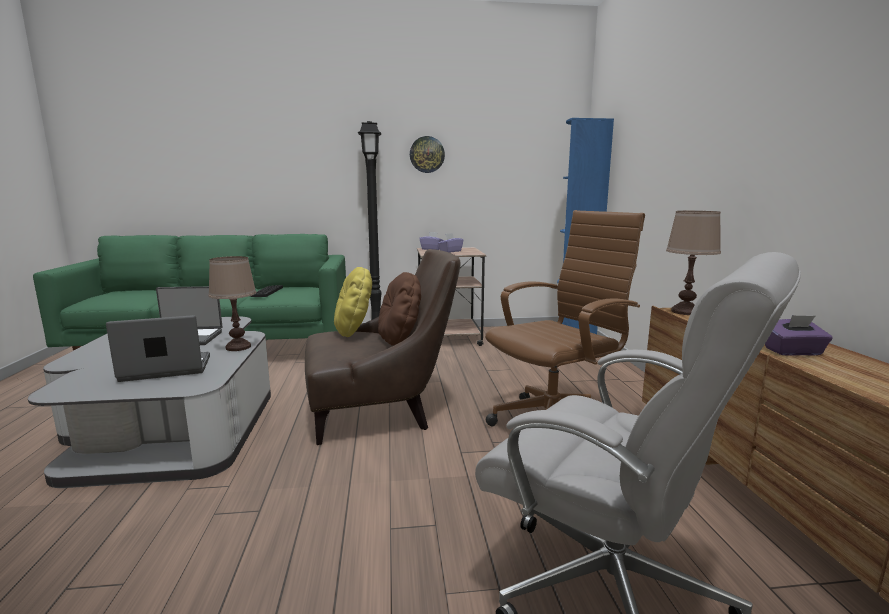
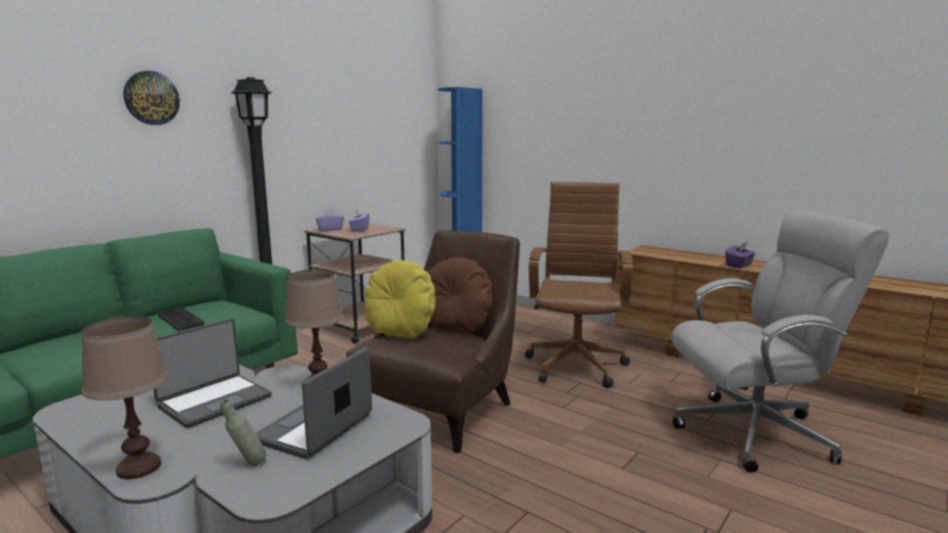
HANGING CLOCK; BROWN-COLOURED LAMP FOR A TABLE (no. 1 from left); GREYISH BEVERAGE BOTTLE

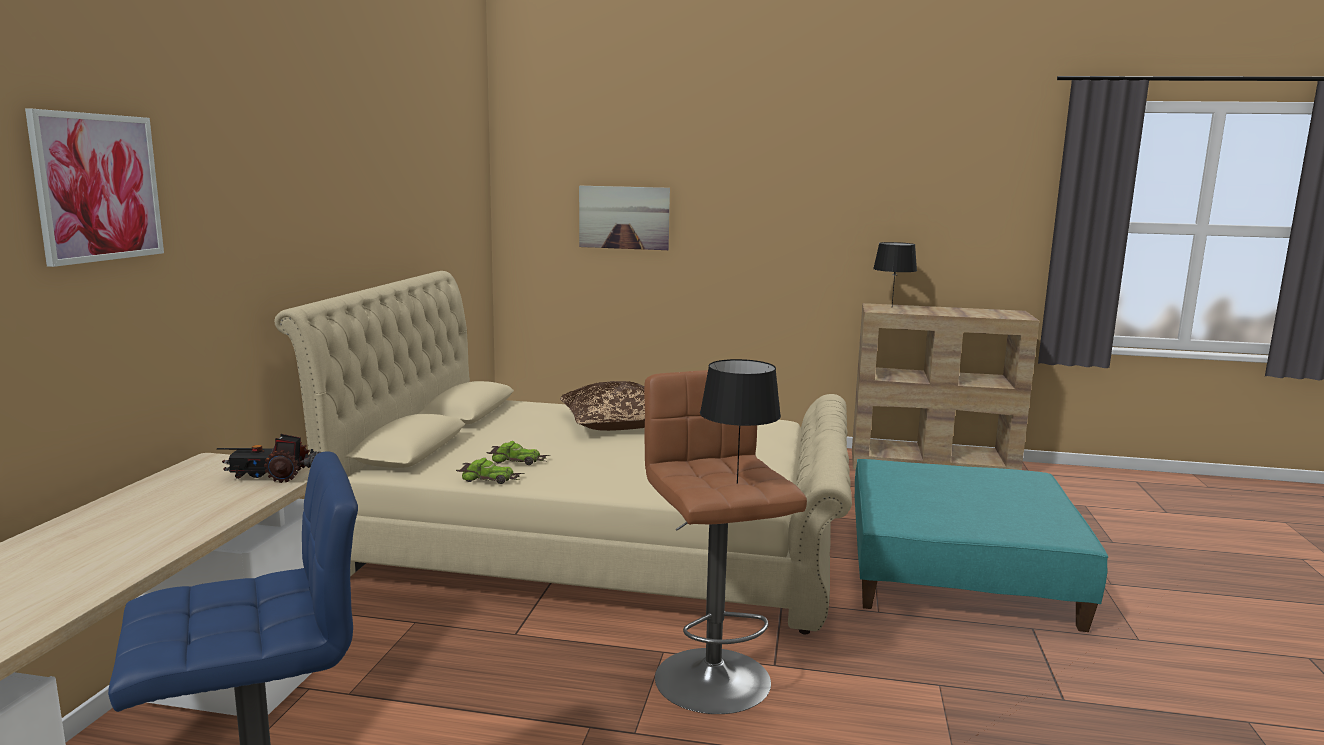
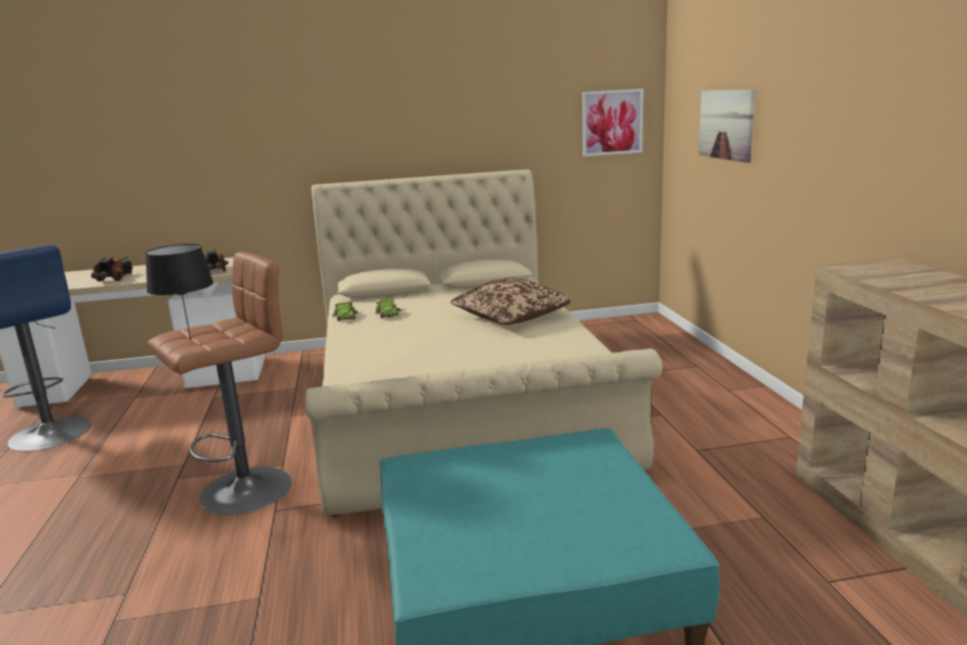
WALL ART (no. 1 from left); BLACK LAMP FOR A TABLE (no. 2 from left in the first image); TOY TRUCK (no. 1 from left)

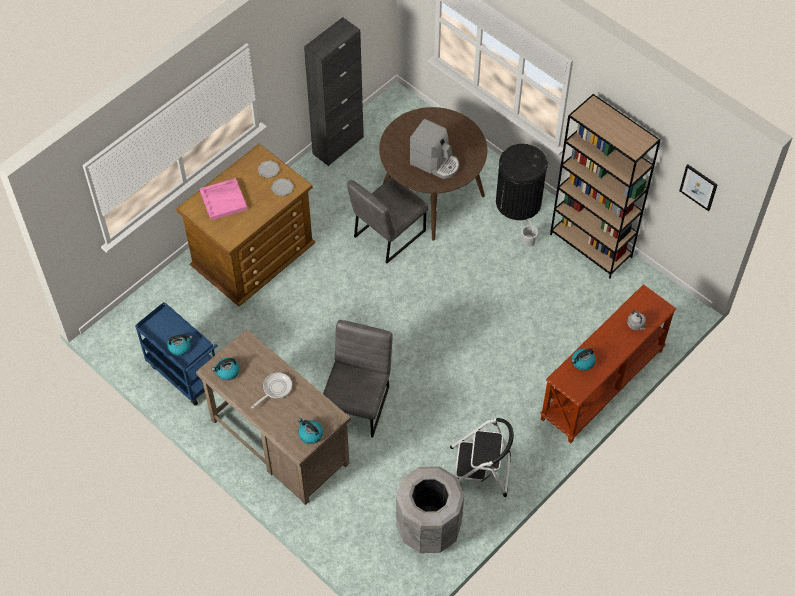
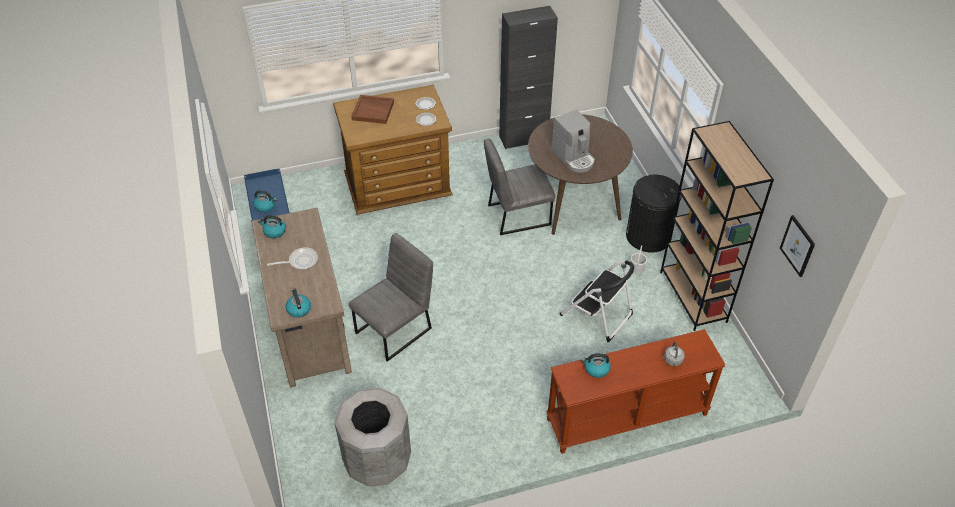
BROWN-COLOURED TRAY; STEP STOOL

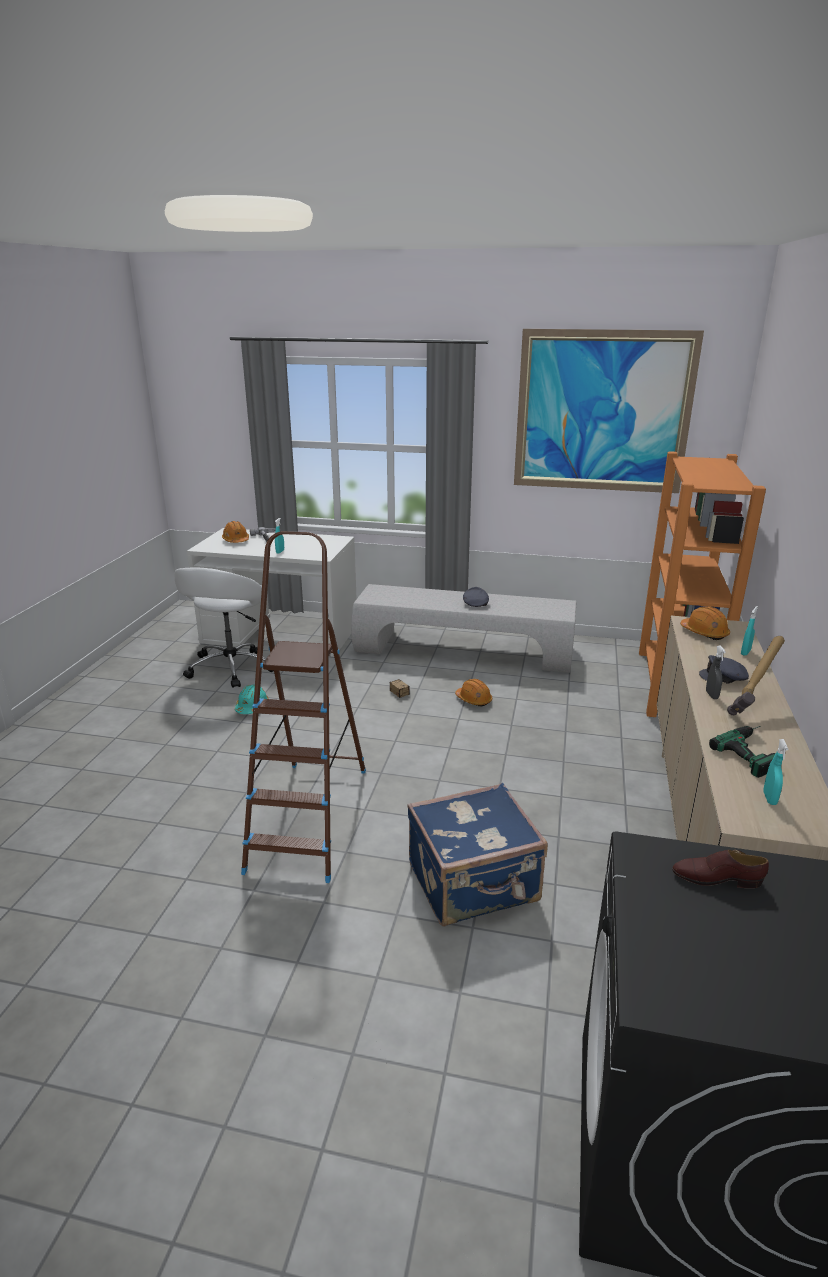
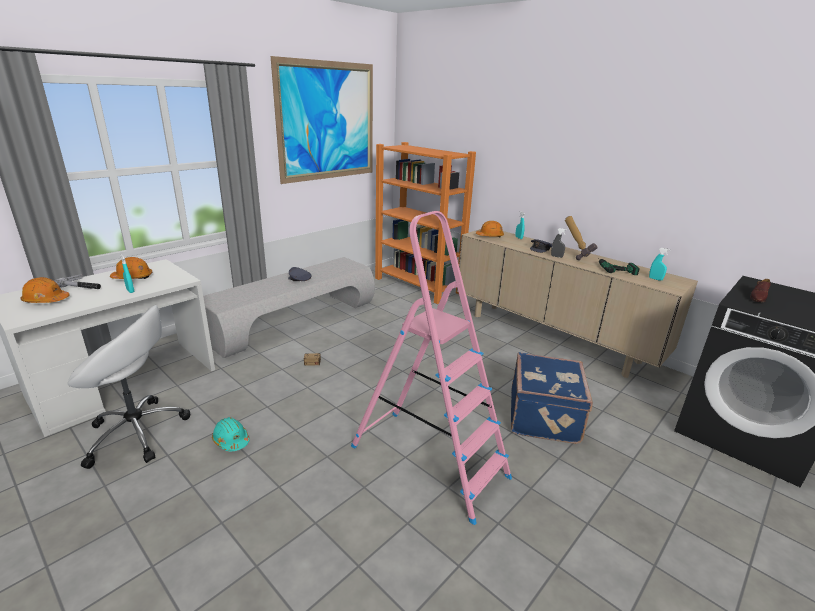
PINK-COLOURED STEP STOOL; WHITE-COLOURED OFFICE CHAIR; ORANGEY WORK HELMET (no. 2 from left)

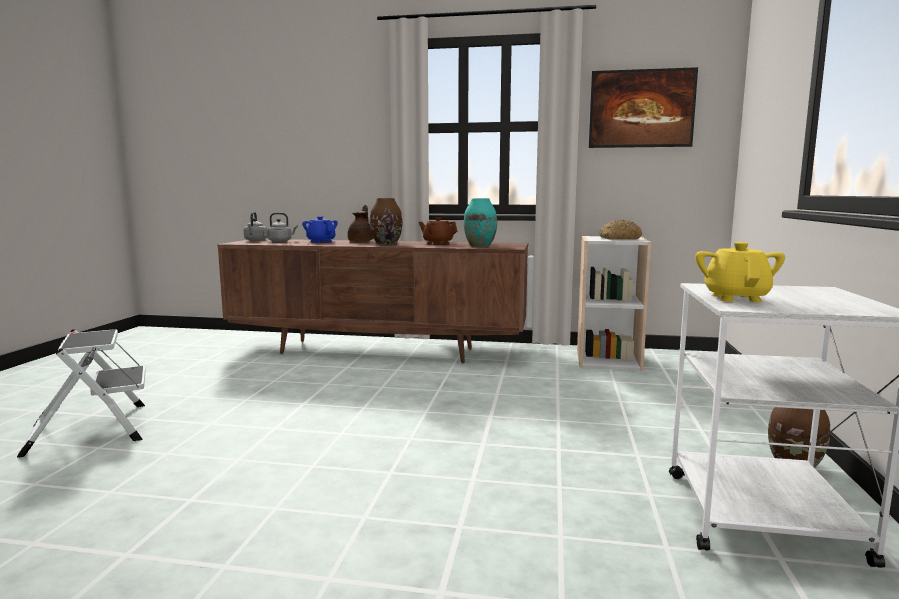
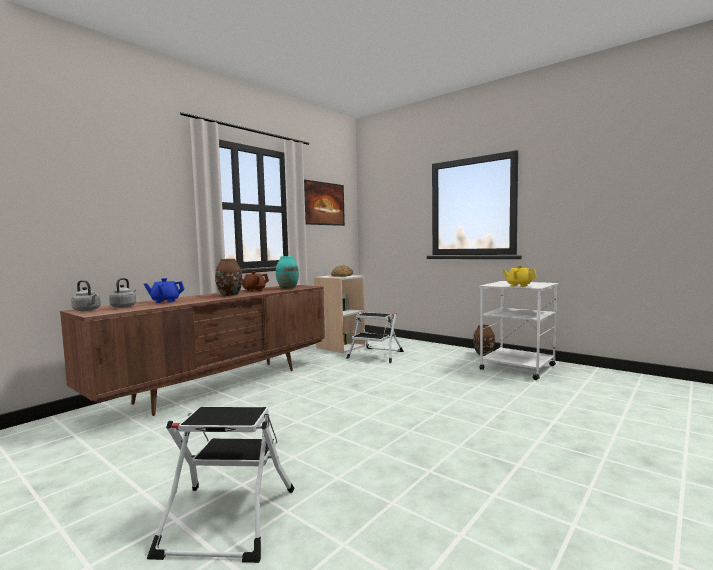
BROWN-COLOURED TEAPOT (no. 1 from left in the first image); STEP STOOL (no. 2 from left)

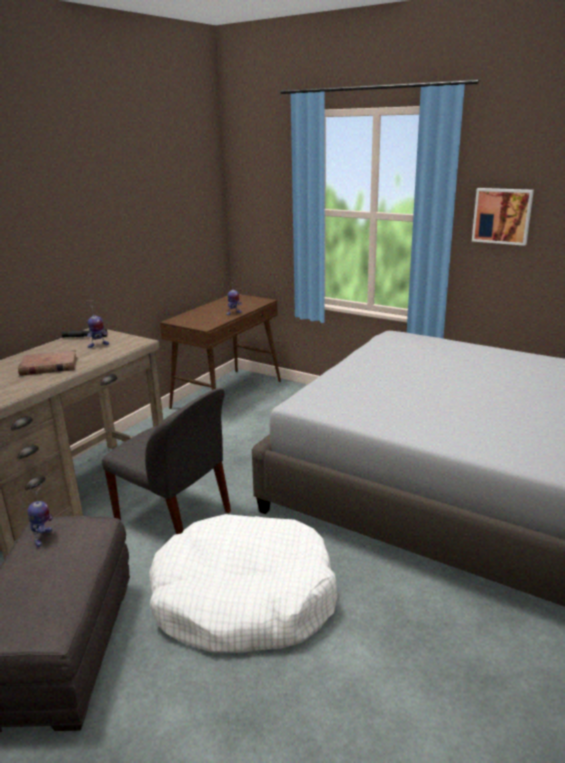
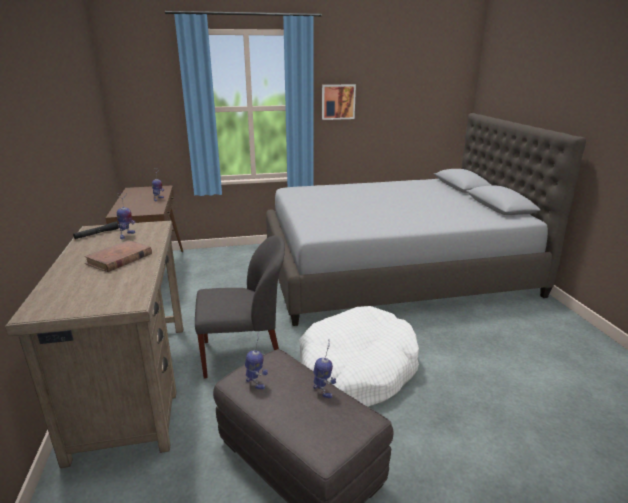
TOY ROBOT (no. 4 from left)

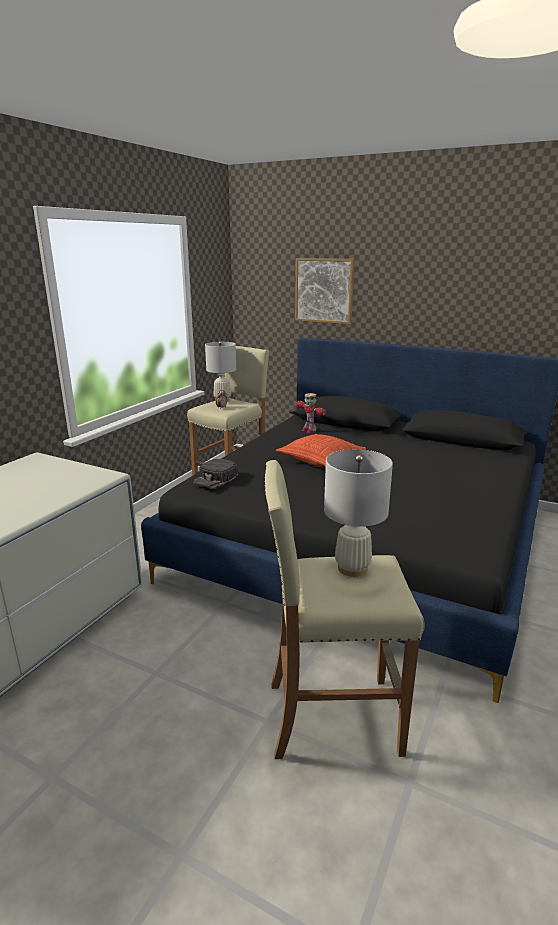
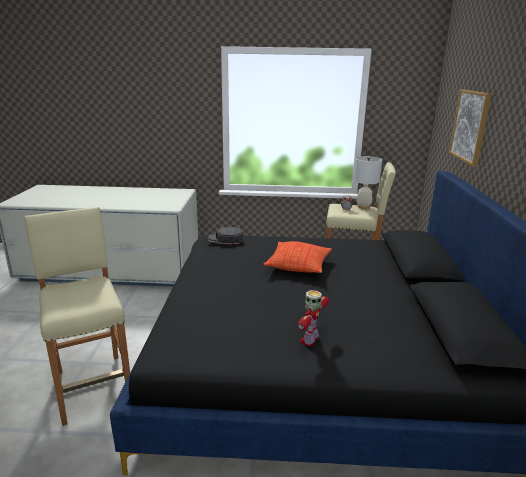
TOY ROBOT; WHITE-COLOURED LAMP FOR A TABLE (no. 2 from left in the first image)

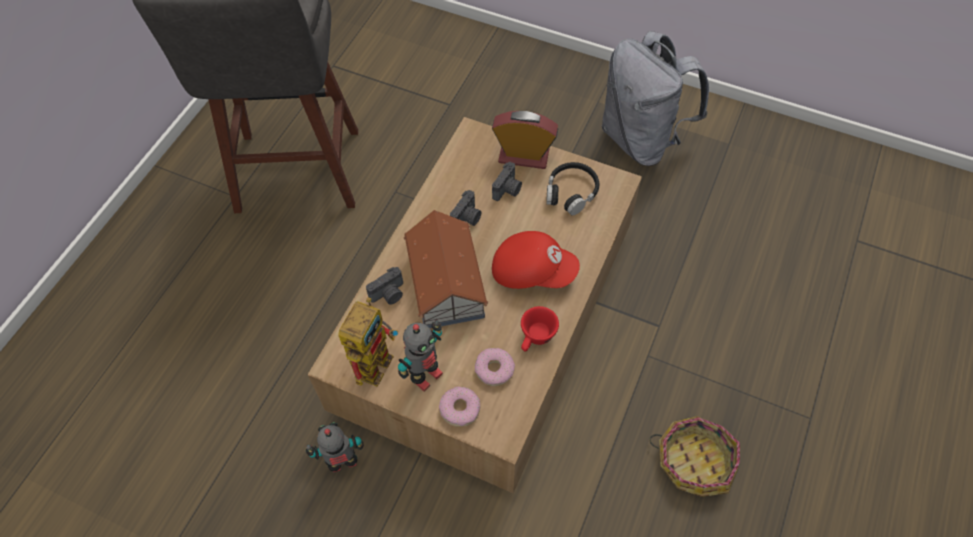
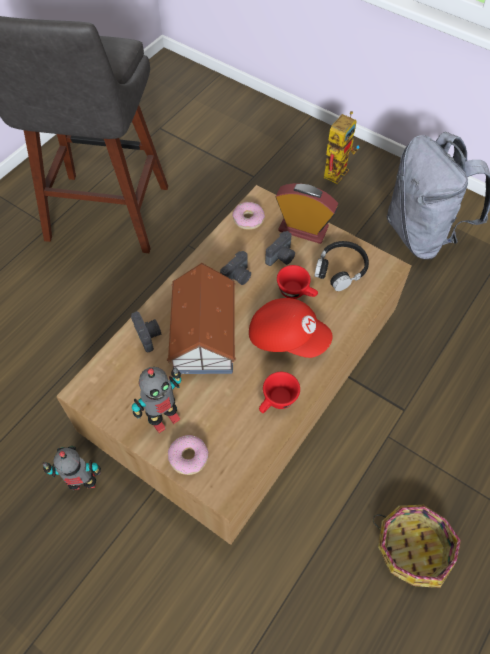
STILL CAMERA (no. 1 from left); TOY ROBOT (no. 3 from left); DOUGHNUT (no. 2 from left); RED DRINKING CUP (no. 2 from left)

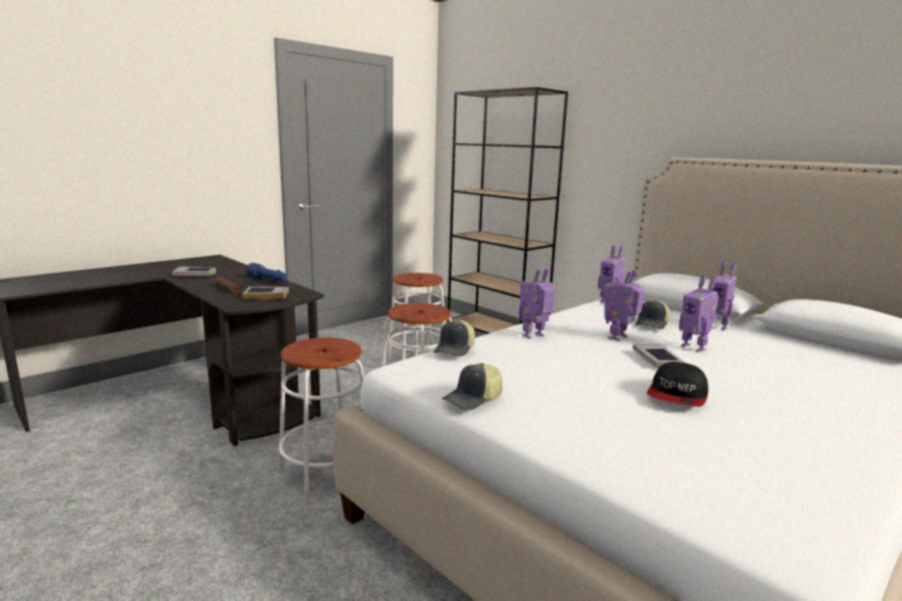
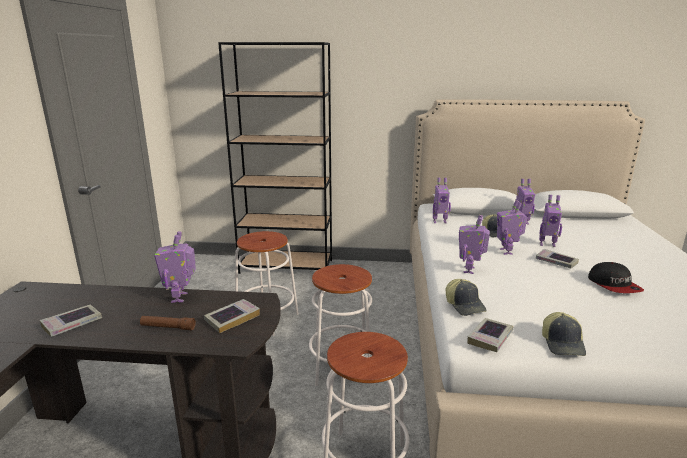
TOY ROBOT (no. 1 from left); VOLUME (no. 3 from left)

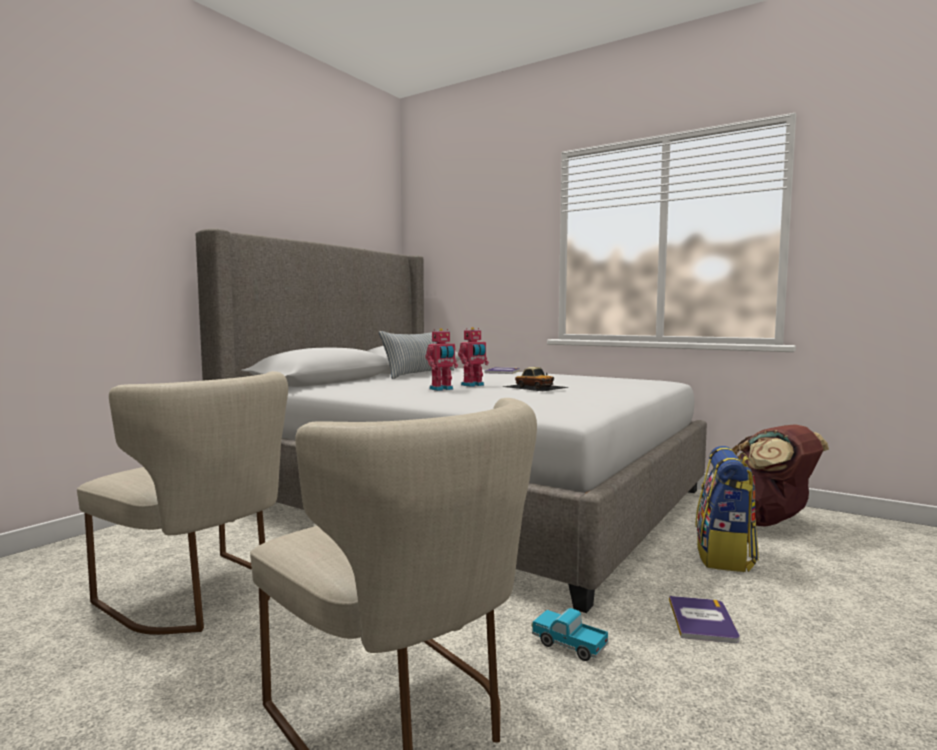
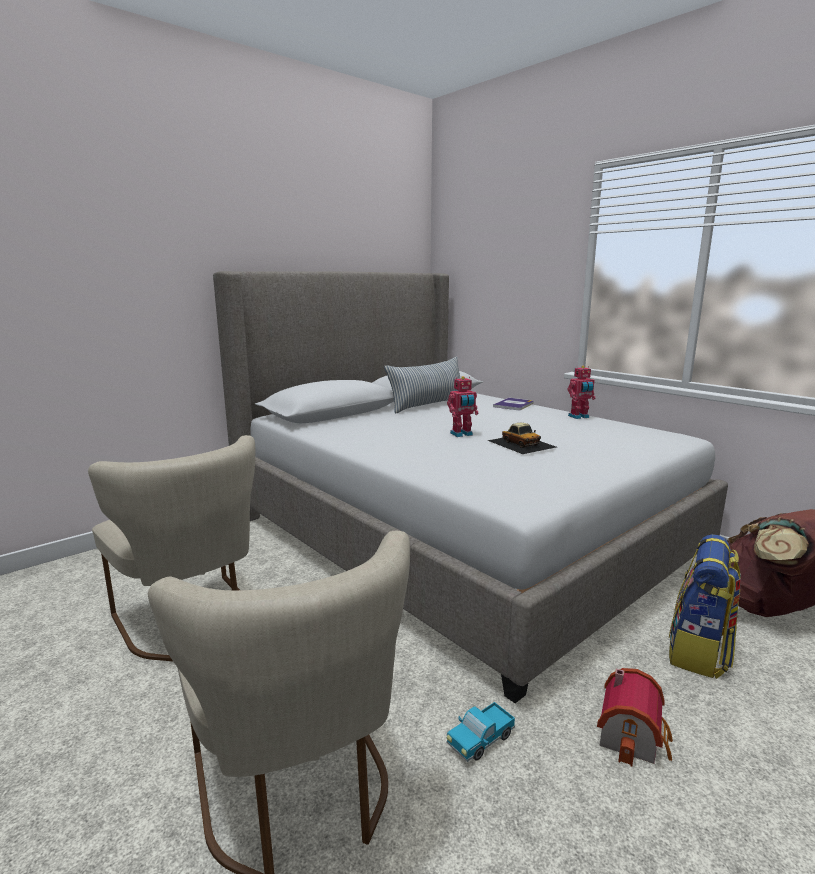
TOY ROBOT (no. 2 from left); MODEL HOUSE; TOY TRUCK

